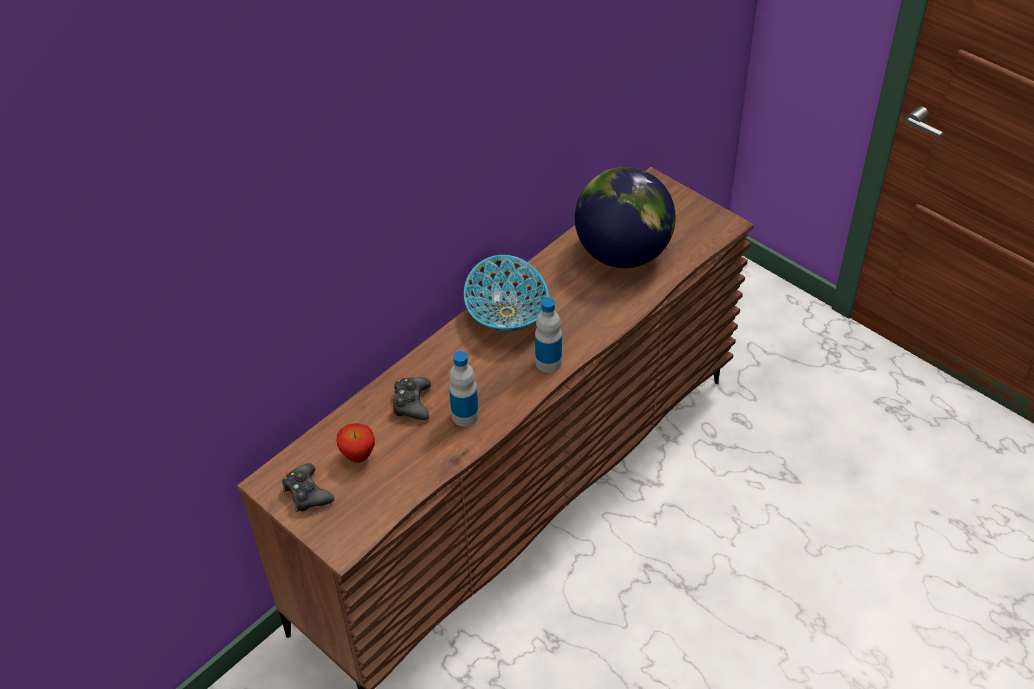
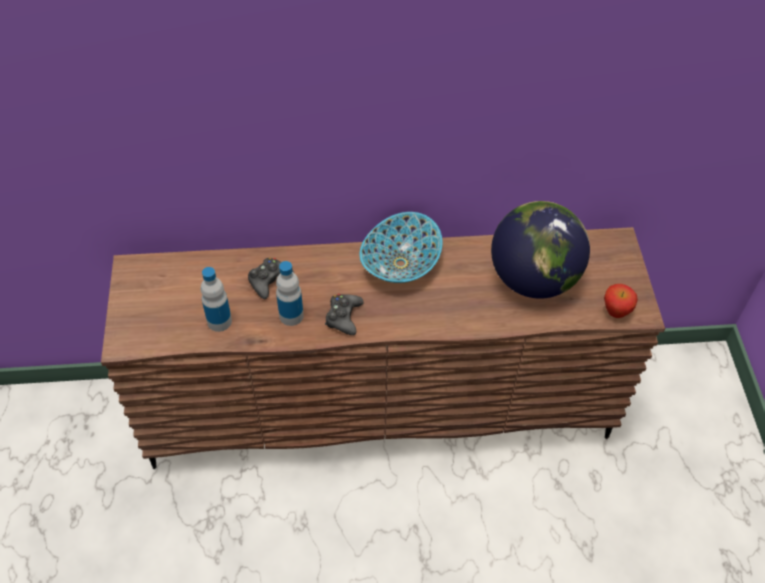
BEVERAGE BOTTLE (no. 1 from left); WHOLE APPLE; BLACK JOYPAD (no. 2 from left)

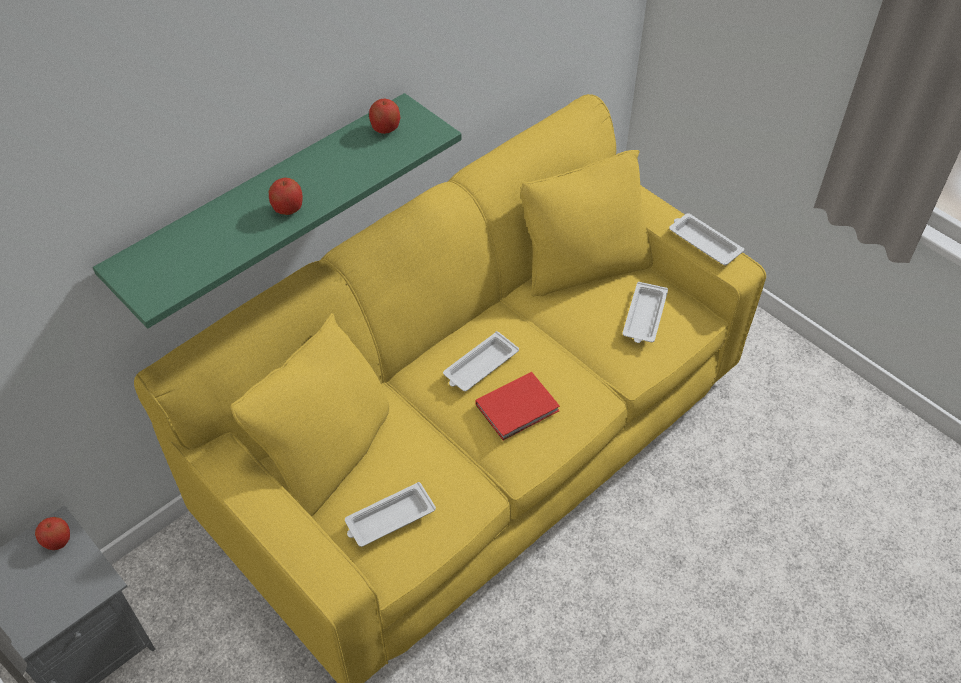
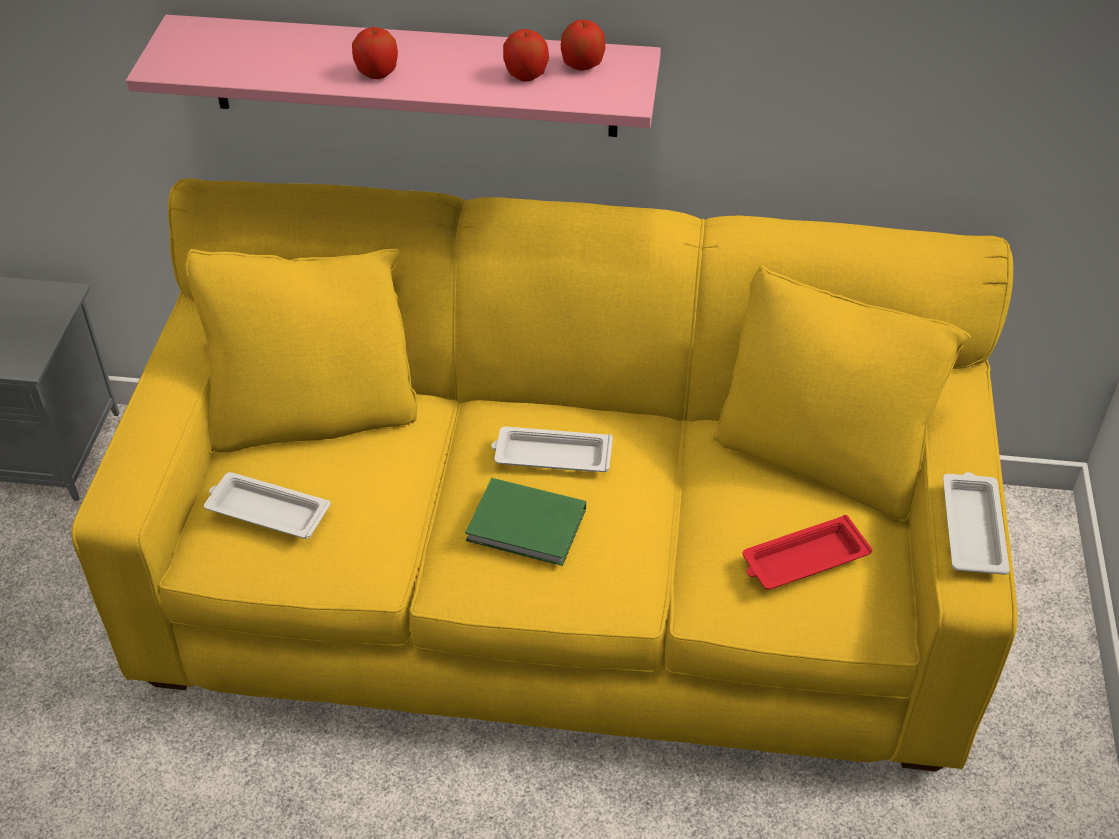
PINK-COLOURED SHELF; RED TRAY; GREENISH VOLUME; WHOLE APPLE (no. 2 from left)

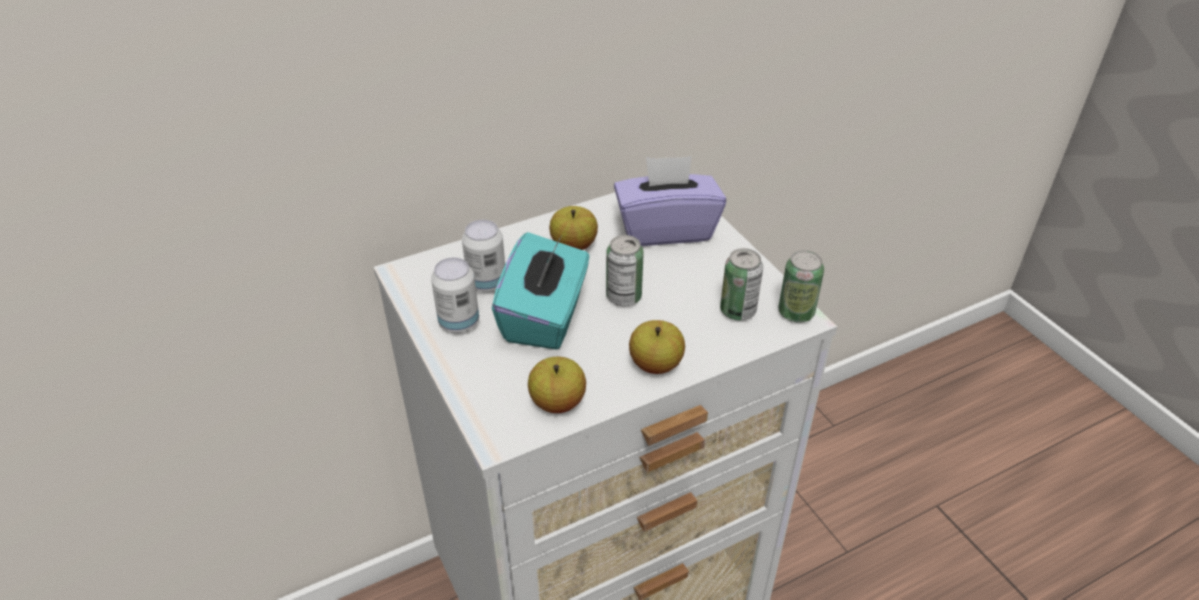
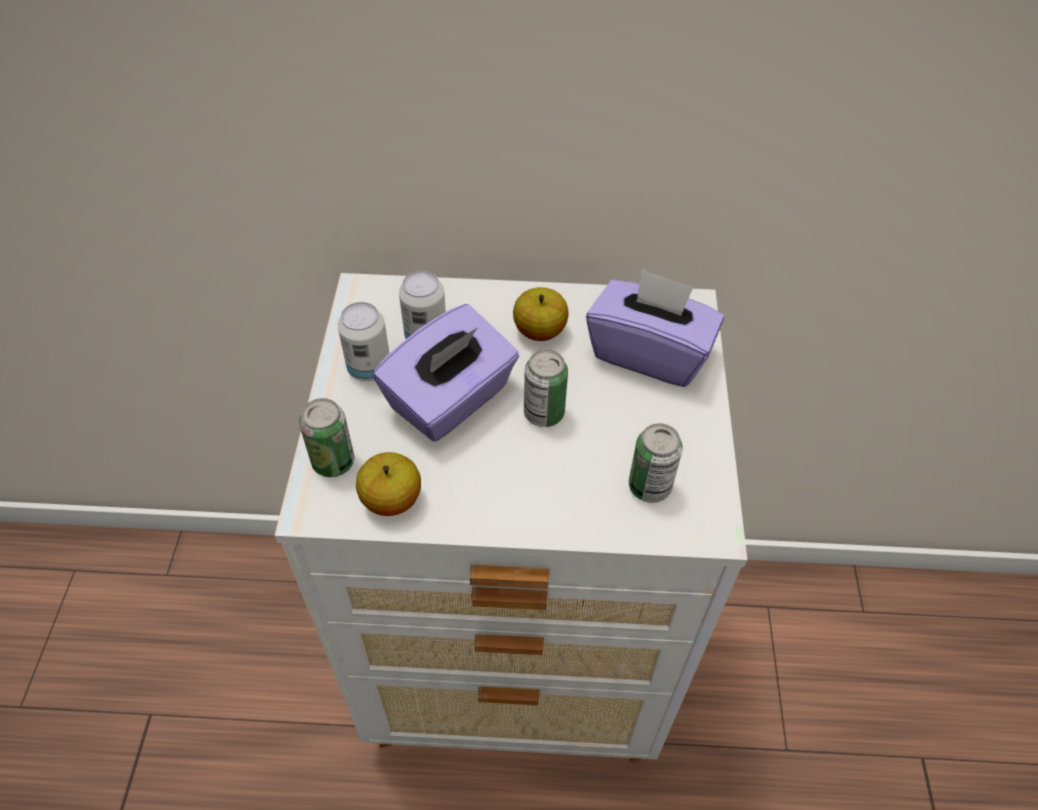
PURPLISH BOX OF TISSUES (no. 1 from left); SEALED CAN (no. 1 from left); WHOLE APPLE (no. 3 from left in the first image)

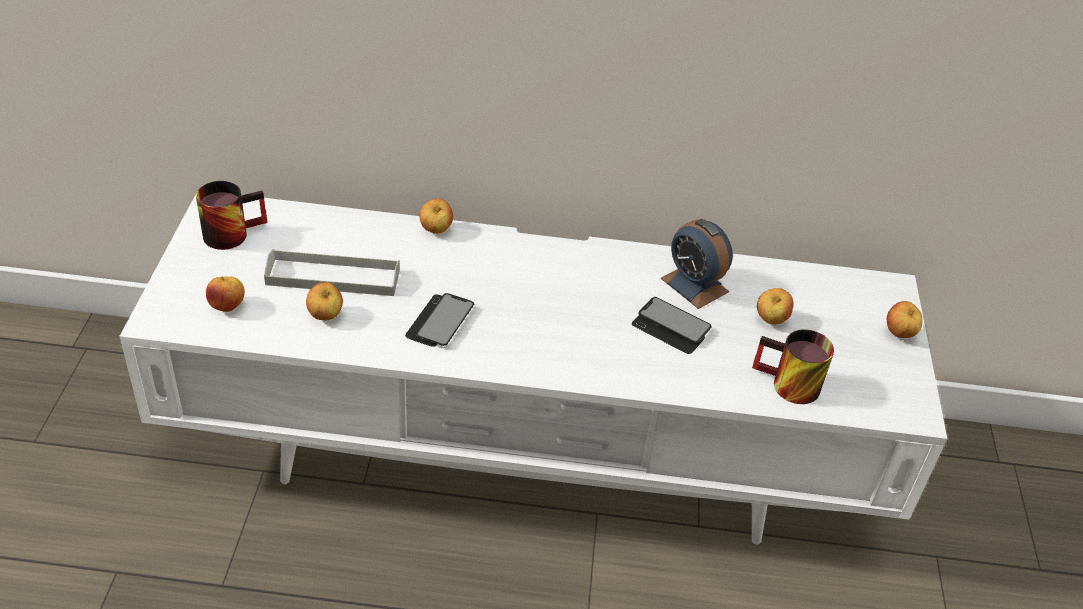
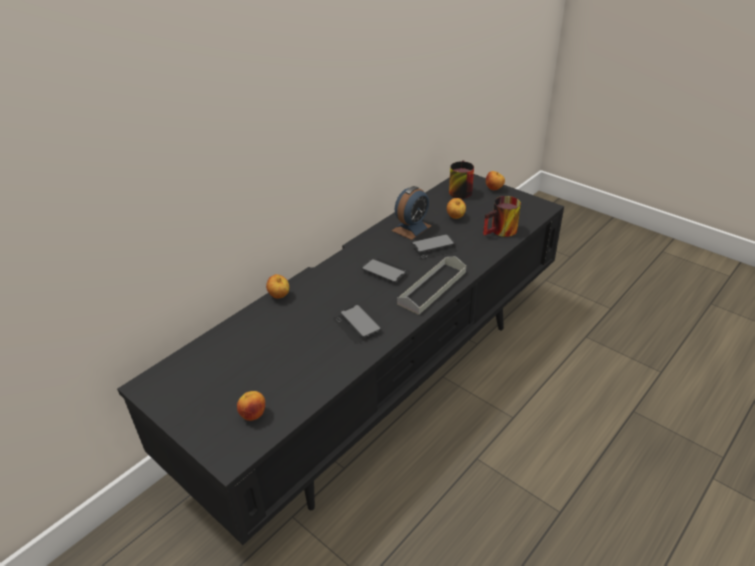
COFFEE MUG (no. 1 from left); BLACK MEDIA CONSOLE; TABLE CLOCK; GREYISH TRAY; WHOLE APPLE (no. 2 from left in the first image); HANDSET (no. 2 from left)

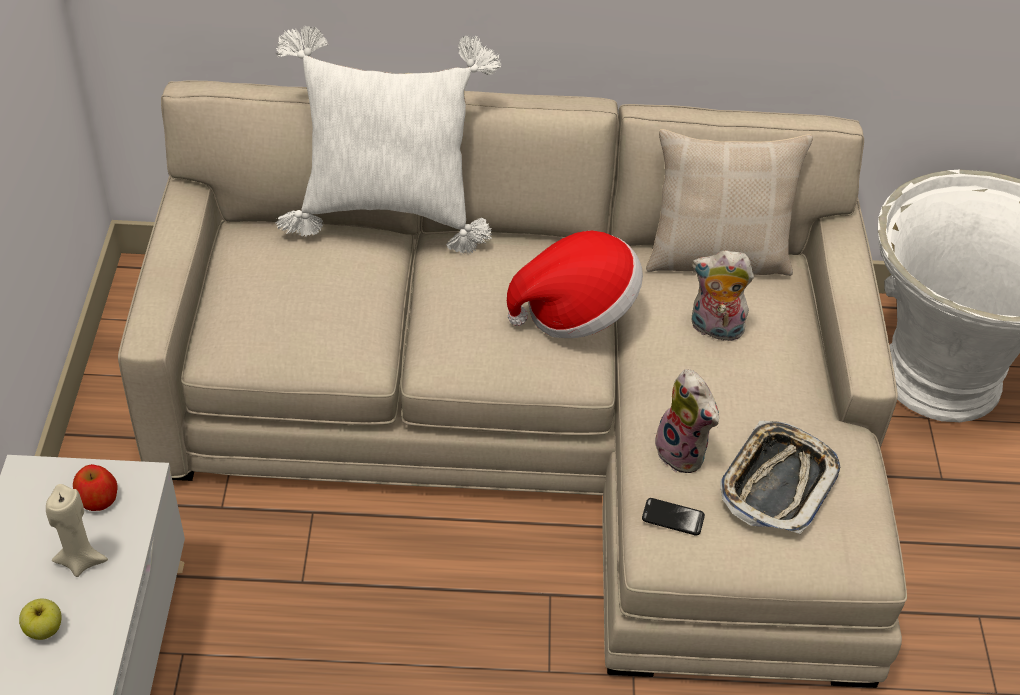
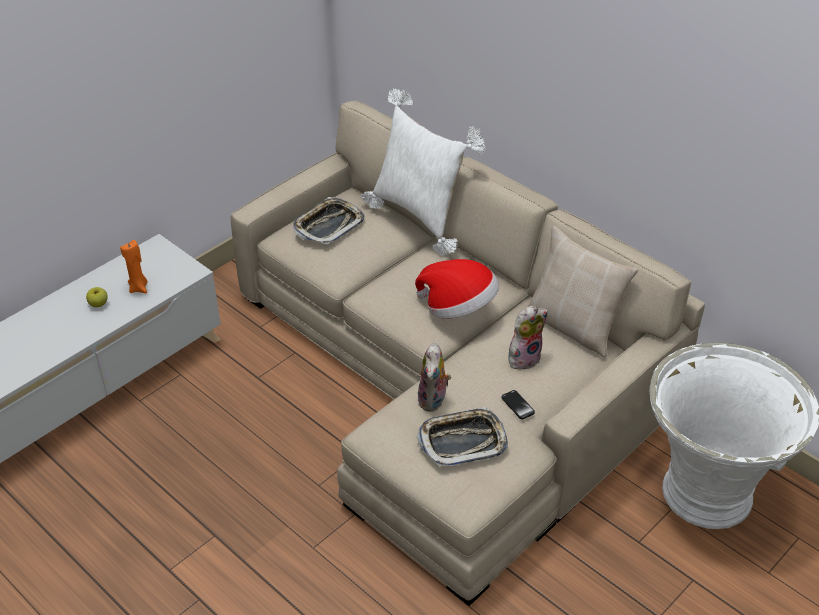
SOFT TOY (no. 2 from left); WHOLE APPLE (no. 2 from left in the first image); ORANGEY CANDLE; HANDSET; TRAY (no. 1 from left)

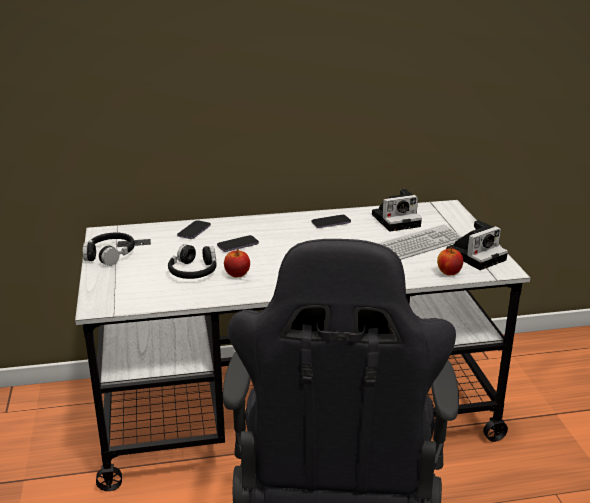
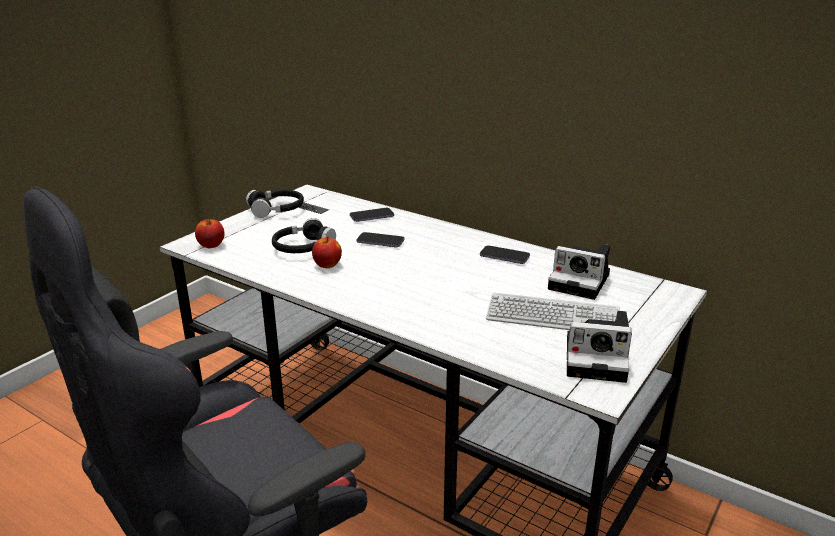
WHOLE APPLE (no. 1 from left)

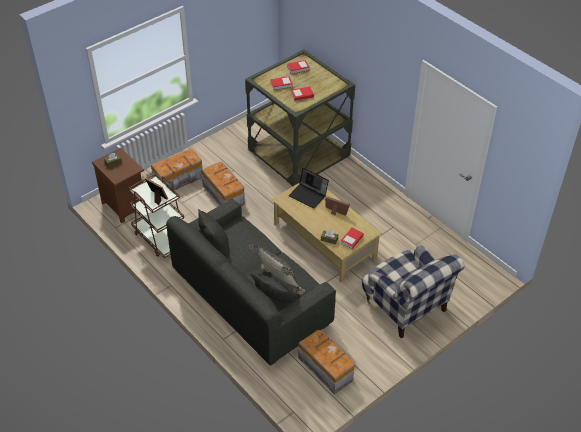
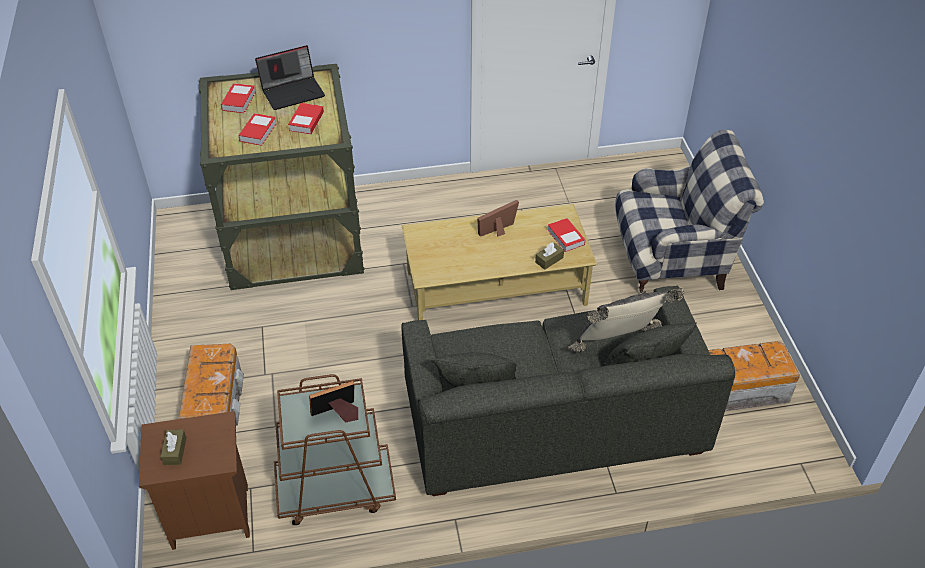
STORAGE BOX (no. 2 from left in the first image); NOTEBOOK COMPUTER

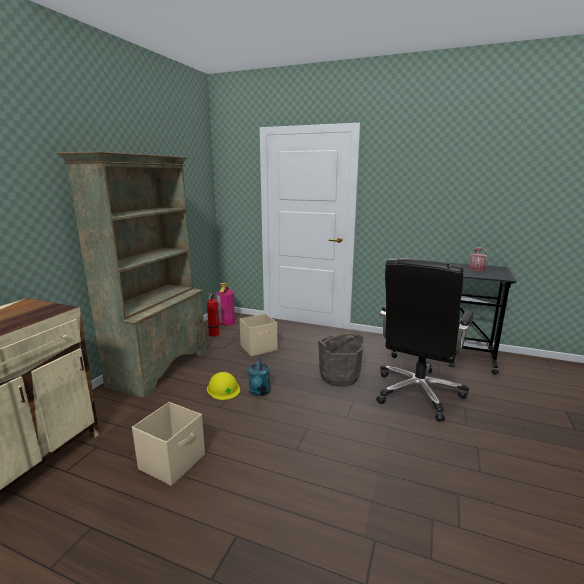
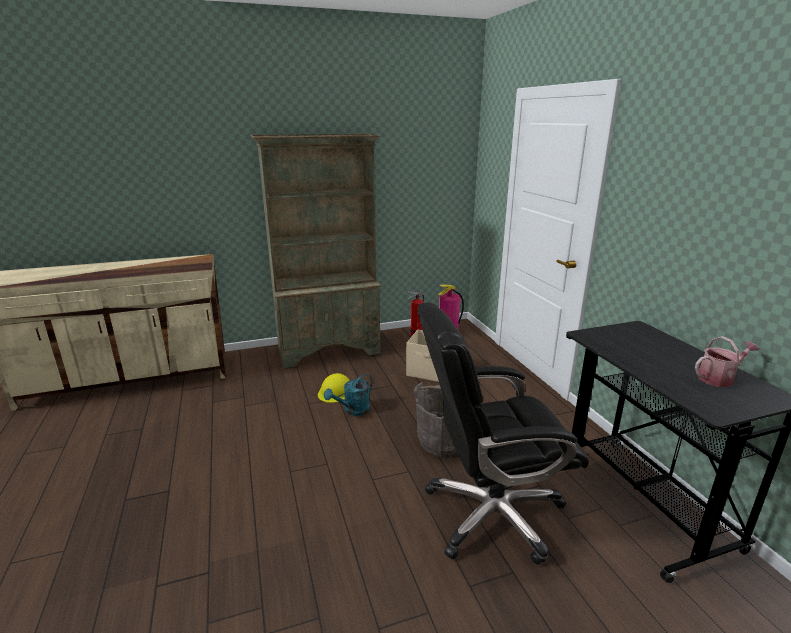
SAND-COLOURED STORAGE BOX (no. 1 from left in the first image)

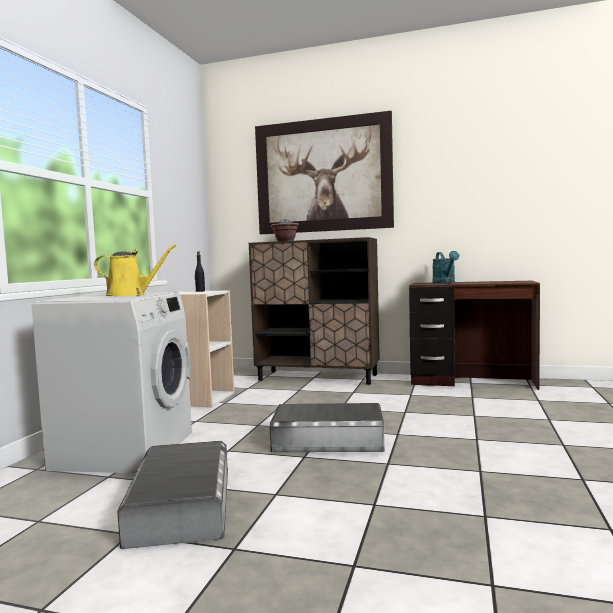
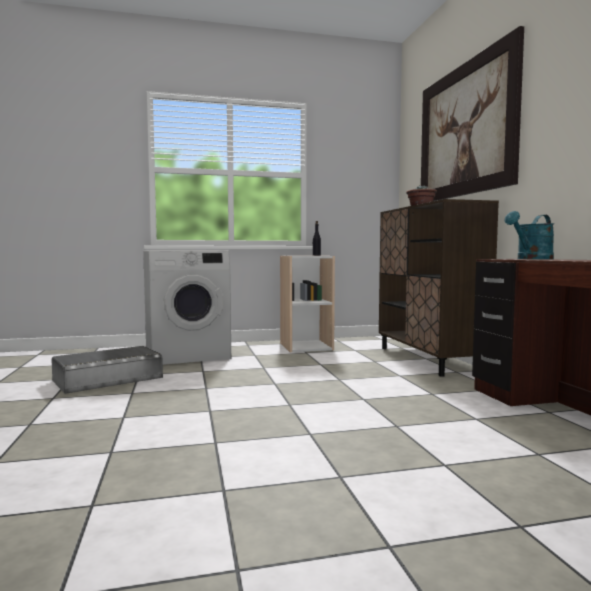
YELLOW-COLOURED WATERING POT; GREYISH STORAGE BOX (no. 2 from left in the first image)

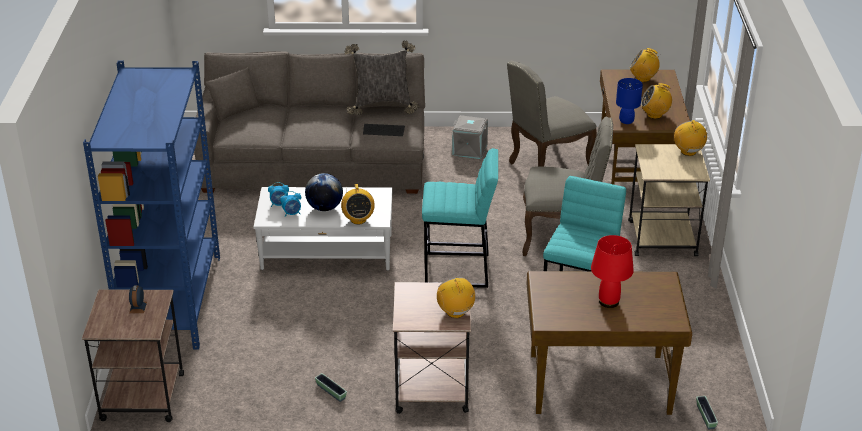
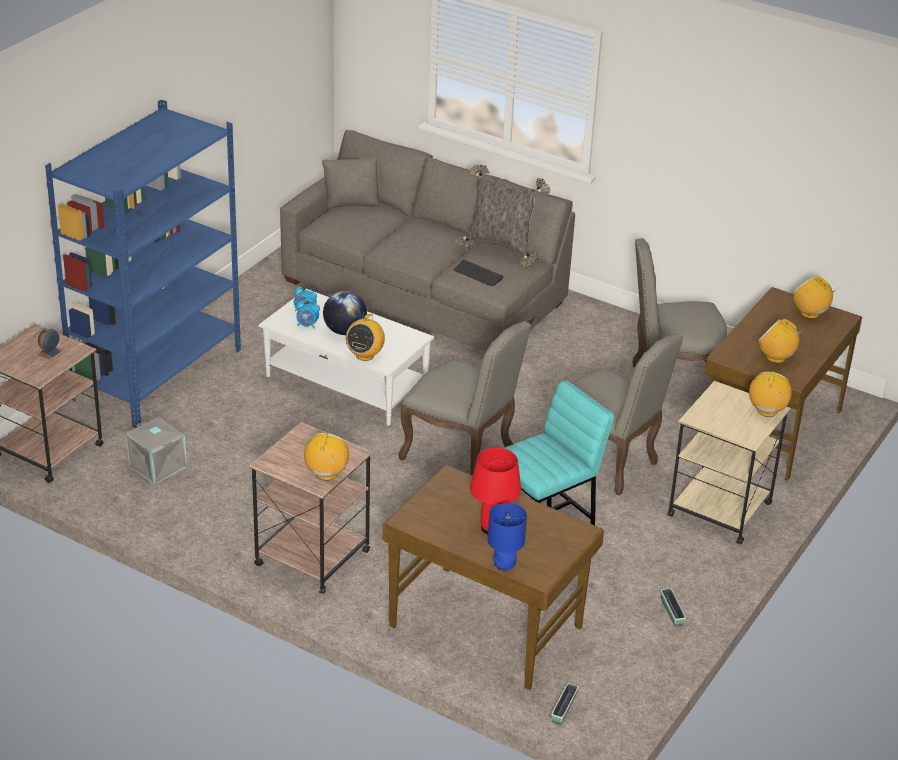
BLUE LAMP FOR A TABLE; GREYISH STORAGE BOX; GREYISH UPRIGHT CHAIR (no. 1 from left); PLANT POT (no. 2 from left)

